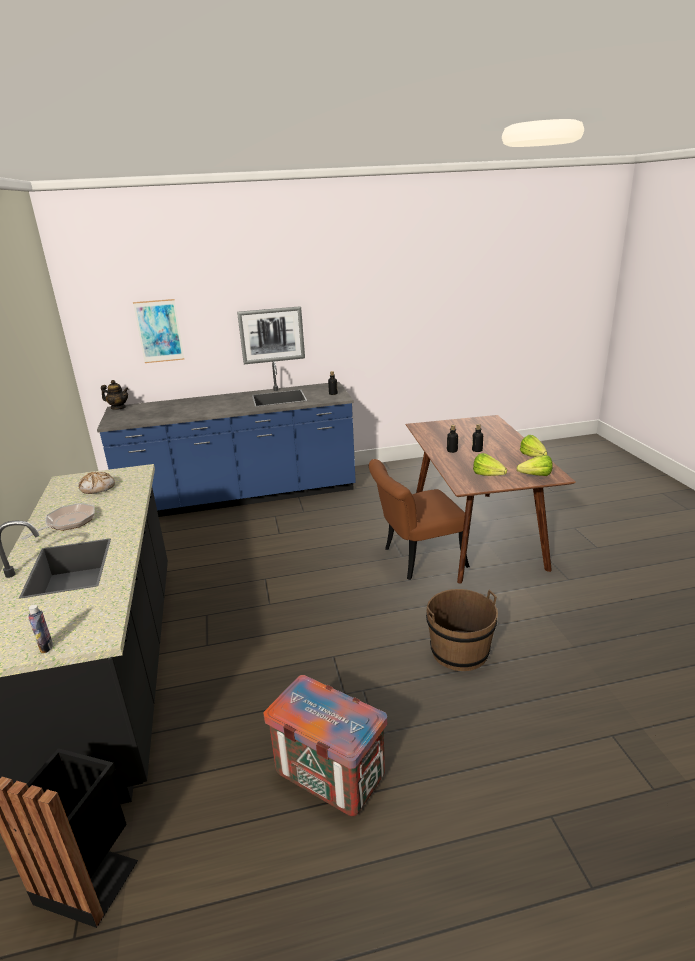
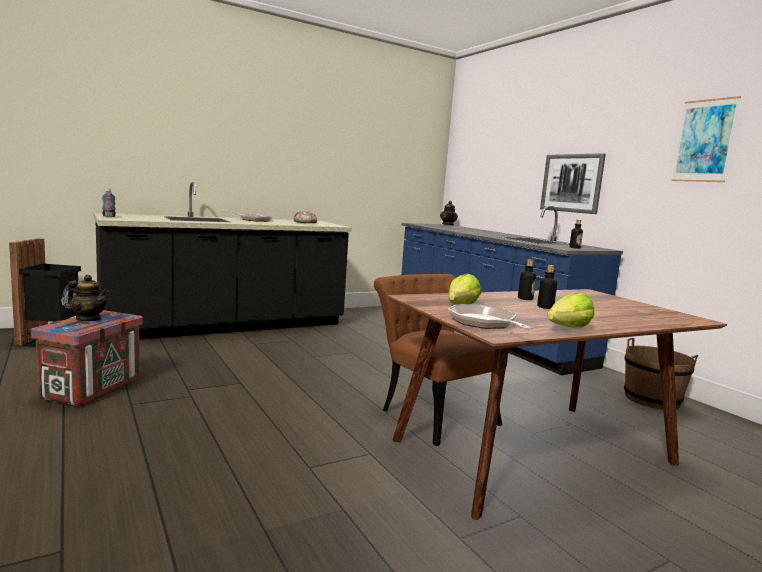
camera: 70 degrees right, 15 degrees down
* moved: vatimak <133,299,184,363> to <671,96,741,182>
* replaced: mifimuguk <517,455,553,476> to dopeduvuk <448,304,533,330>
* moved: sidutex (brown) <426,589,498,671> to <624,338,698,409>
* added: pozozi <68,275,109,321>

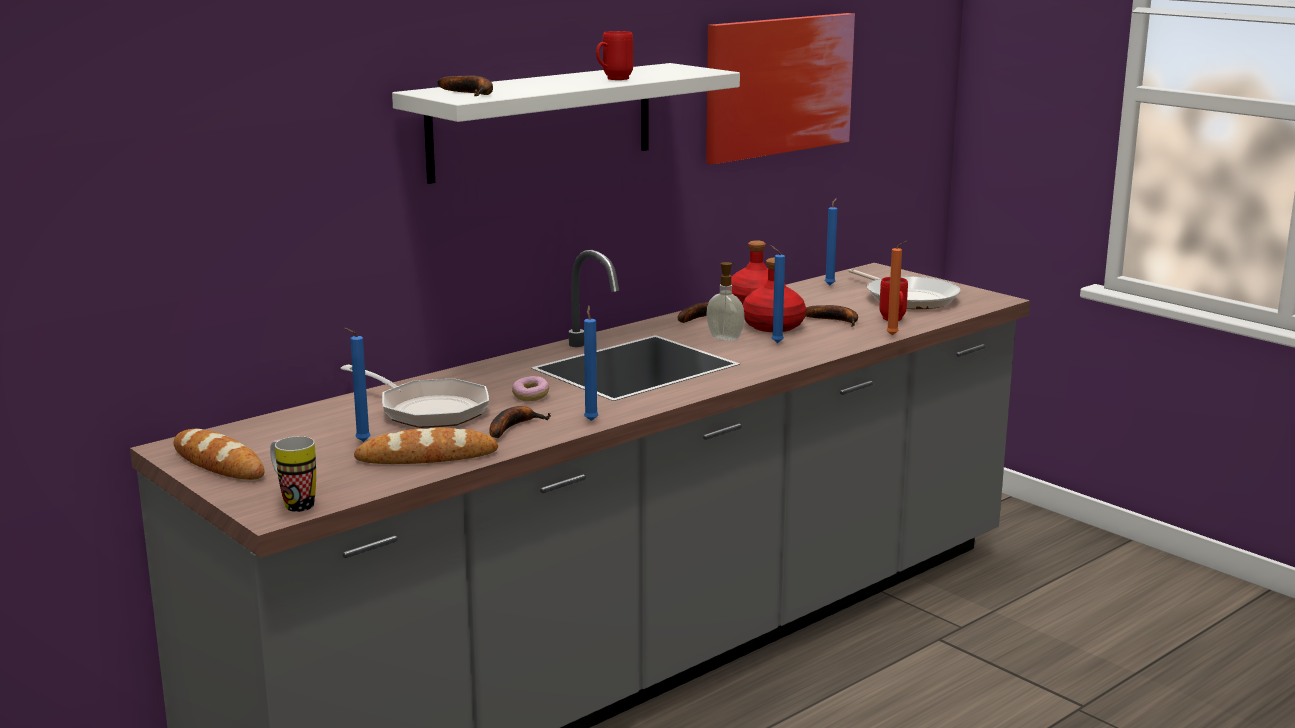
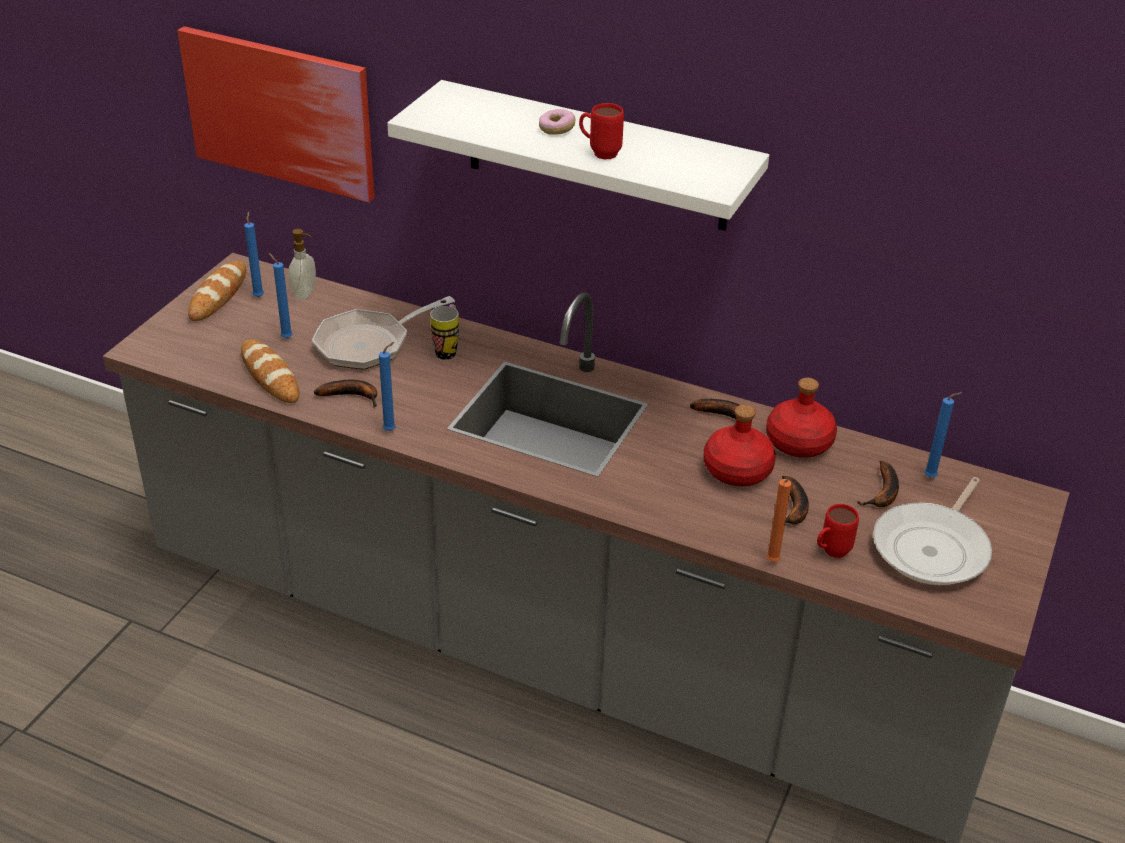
camera: 65 degrees right, 20 degrees up
* moved: vatimak <706,13,855,165> to <177,26,375,202>
* moved: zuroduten <437,75,493,97> to <857,461,899,507>
* moved: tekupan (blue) <770,245,785,343> to <244,211,264,297>
* moved: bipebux <706,262,745,341> to <288,229,316,300>
* turned: dopeduvuk <340,365,489,428> = <312,296,455,370> 45 degrees clockwise
* moved: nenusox <512,376,549,401> to <539,109,575,135>
* moved: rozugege <270,436,316,512> to <430,304,459,360>

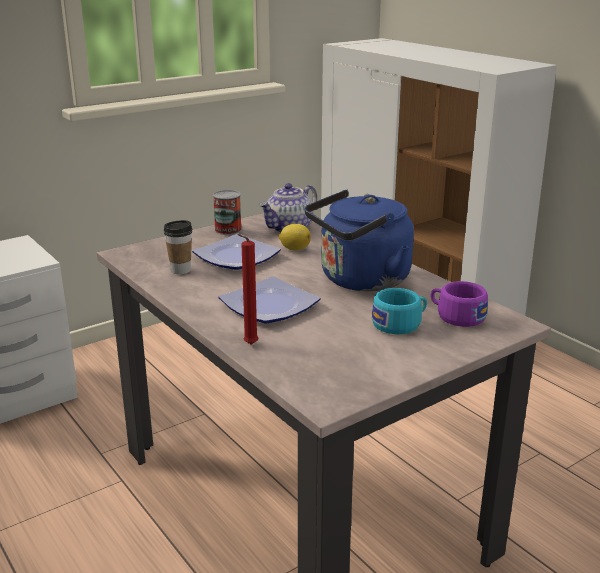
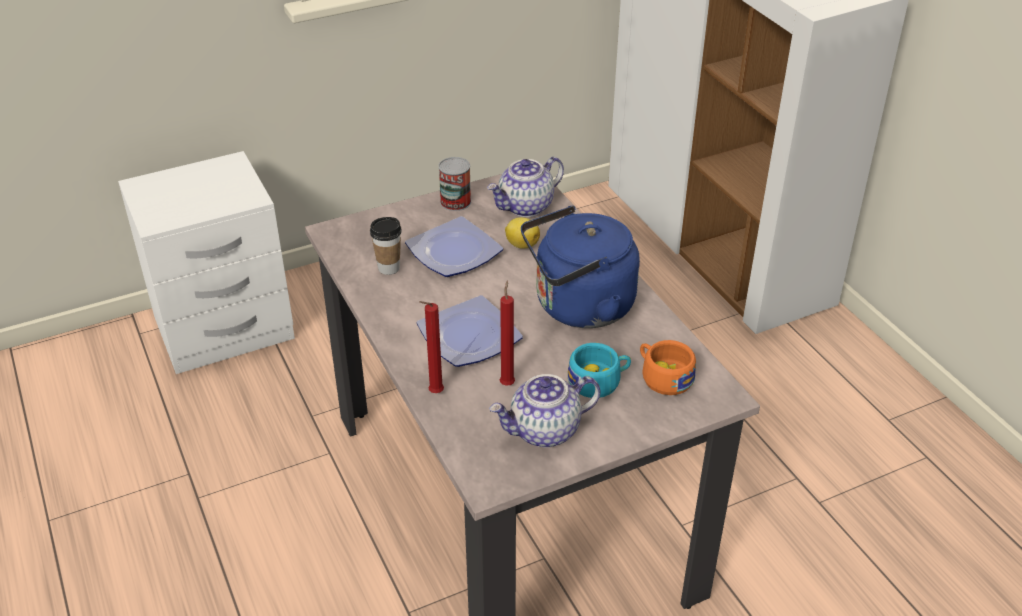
camera: 10 degrees right, 15 degrees up
* recoloured: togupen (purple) <431,281,488,327> to togupen (orange) <640,340,696,395>
* added: tekupan (red) <500,281,515,386>
* added: pozozi <489,374,601,447>

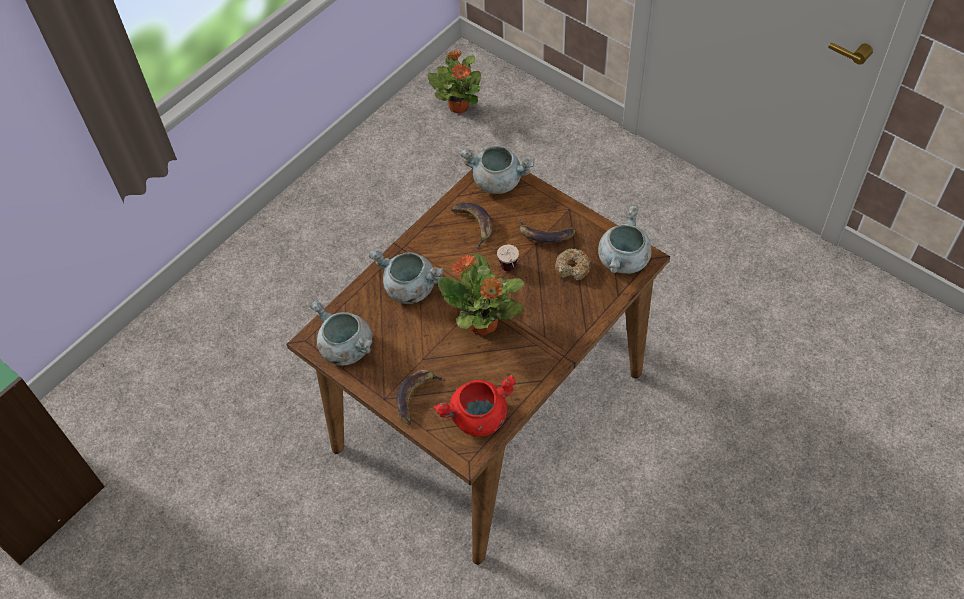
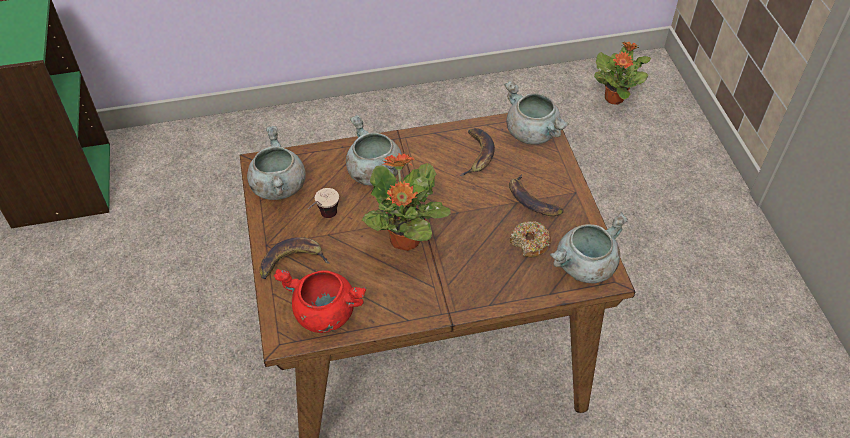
camera: 35 degrees right, 5 degrees down
* moved: togupen <497,245,519,271> to <308,188,339,218>

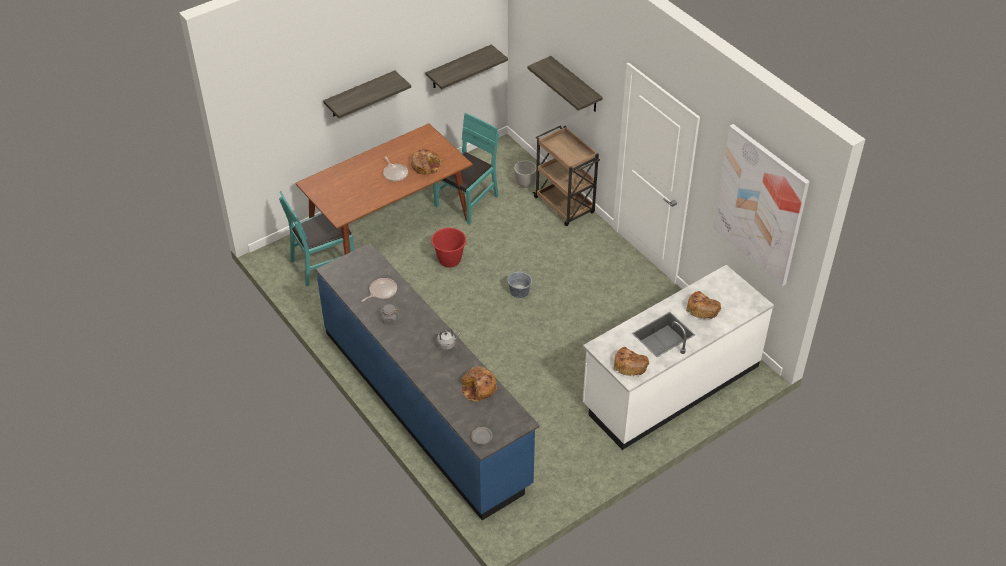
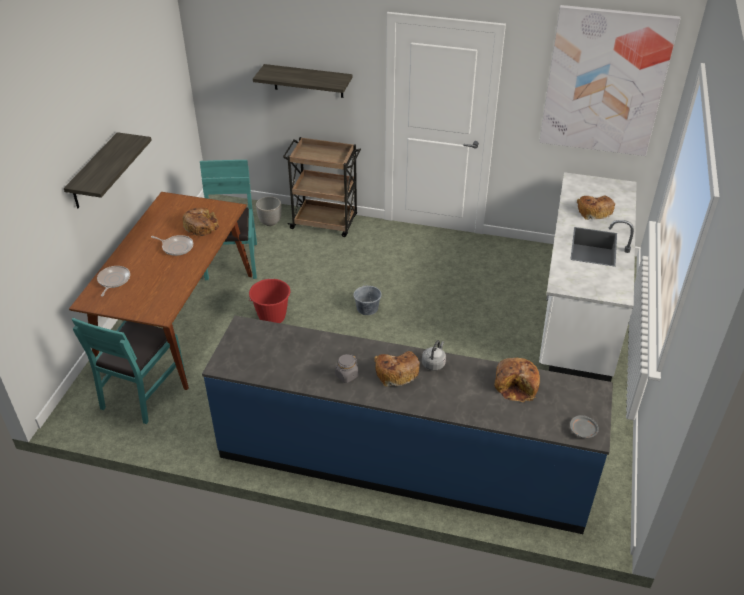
camera: 40 degrees left, 5 degrees down
* removed: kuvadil <425,44,508,89>
* moved: dopeduvuk <361,278,397,302> to <97,266,130,296>
* moved: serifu <613,347,649,376> to <374,351,420,387>

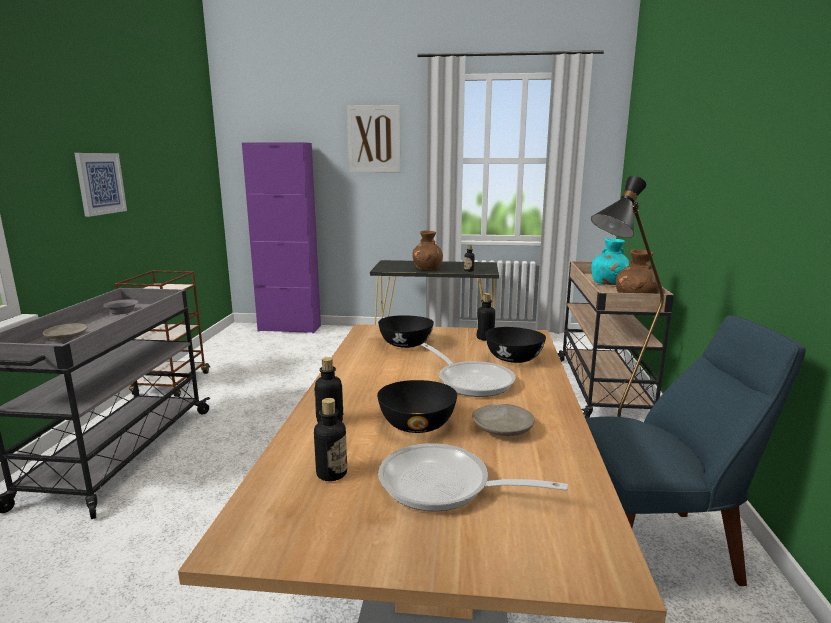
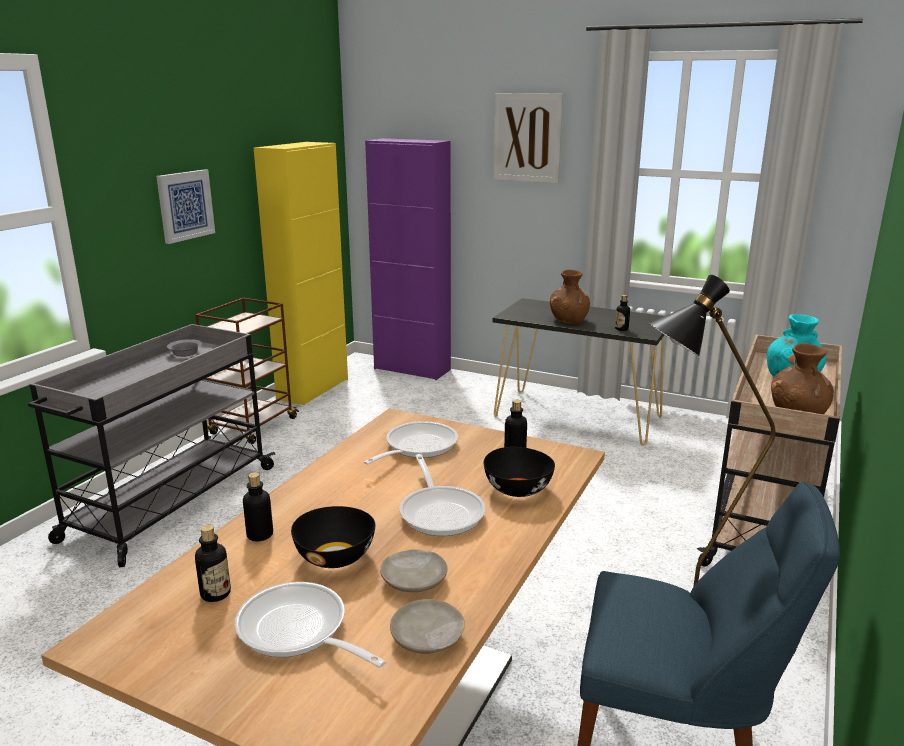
camera: 20 degrees right, 5 degrees up
* replaced: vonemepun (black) <378,315,434,348> to dopeduvuk <364,421,458,465>
* moved: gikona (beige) <43,323,88,340> to <390,599,465,654>
* added: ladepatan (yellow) <254,142,348,405>

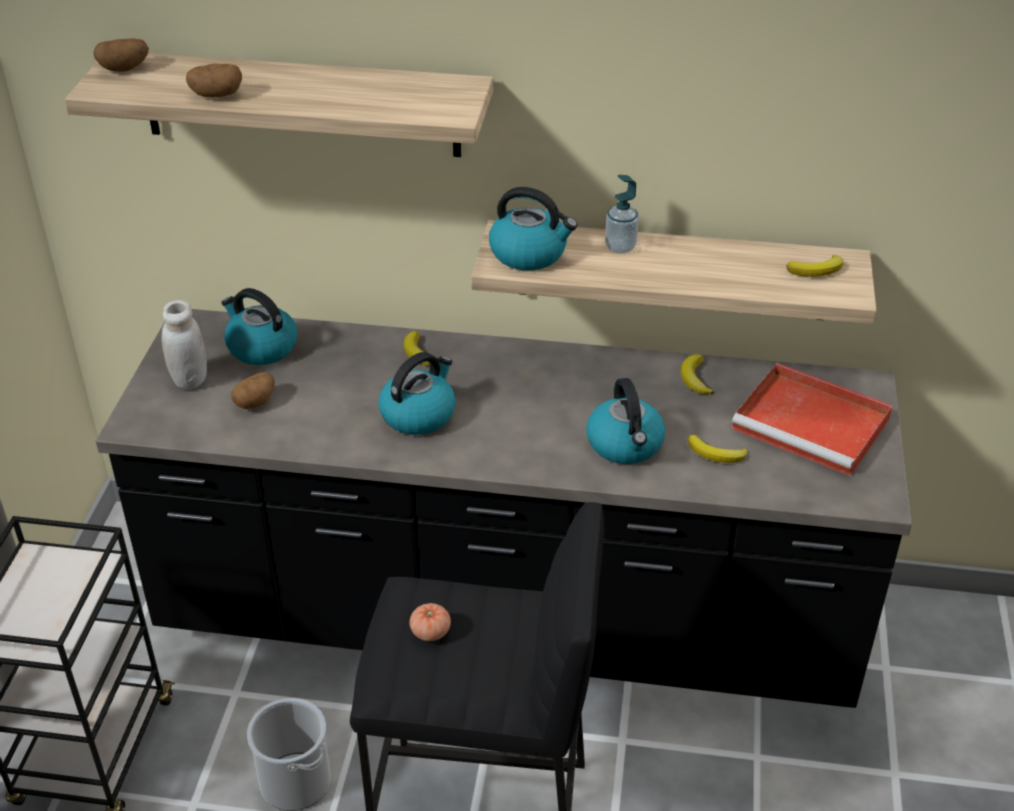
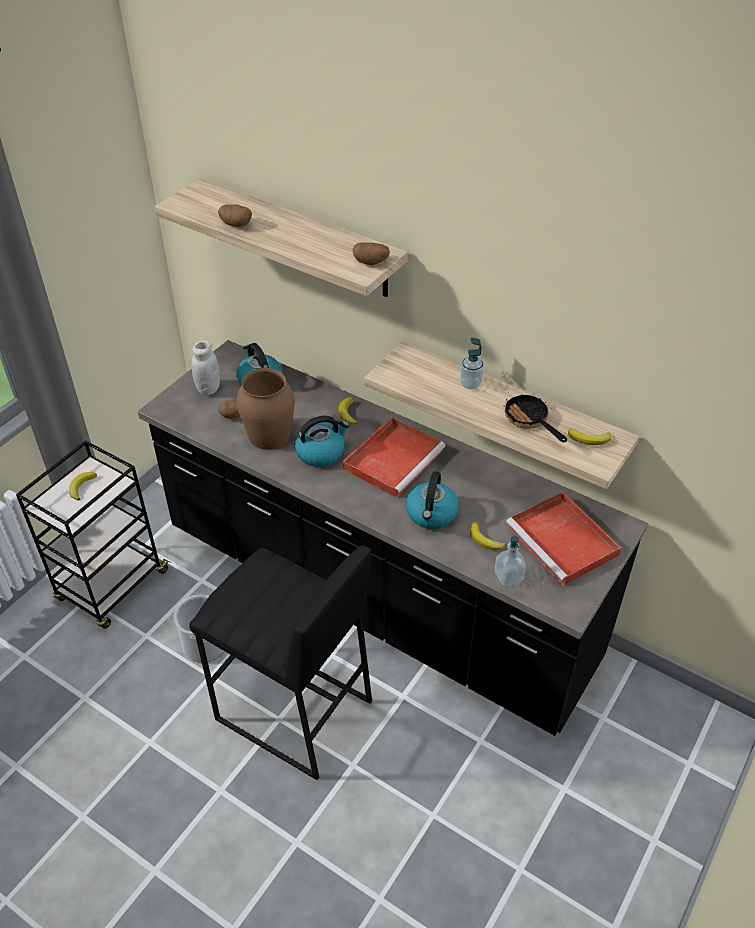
camera: 25 degrees right, 5 degrees up
* moved: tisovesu <93,38,149,72> to <353,242,390,265>
* removed: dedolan <489,187,577,271>
* moved: zuroduten <681,354,714,395> to <69,472,97,501>
* removed: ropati <409,603,451,641>
* added: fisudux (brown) <237,368,295,449>
* added: dopeduvuk <504,395,567,442>
* added: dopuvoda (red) <343,417,446,498>
* added: bipebux <495,536,526,586>

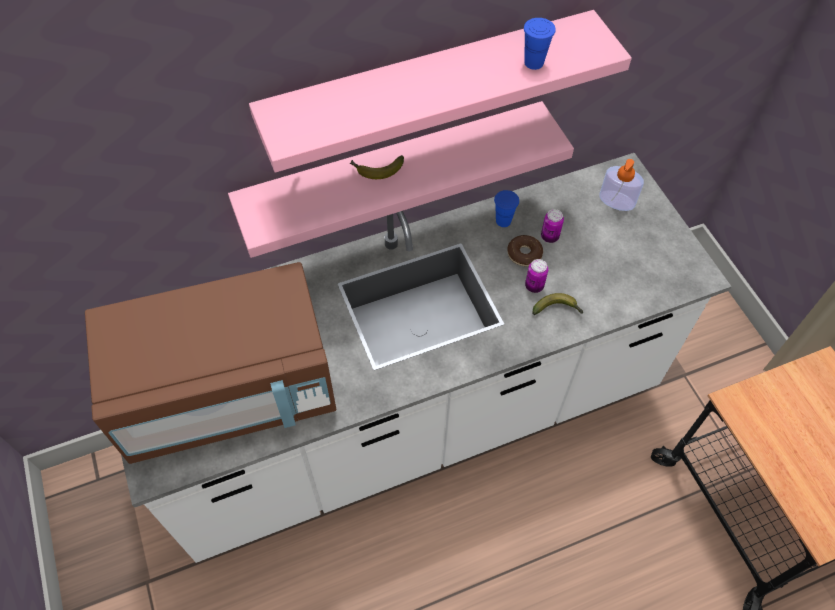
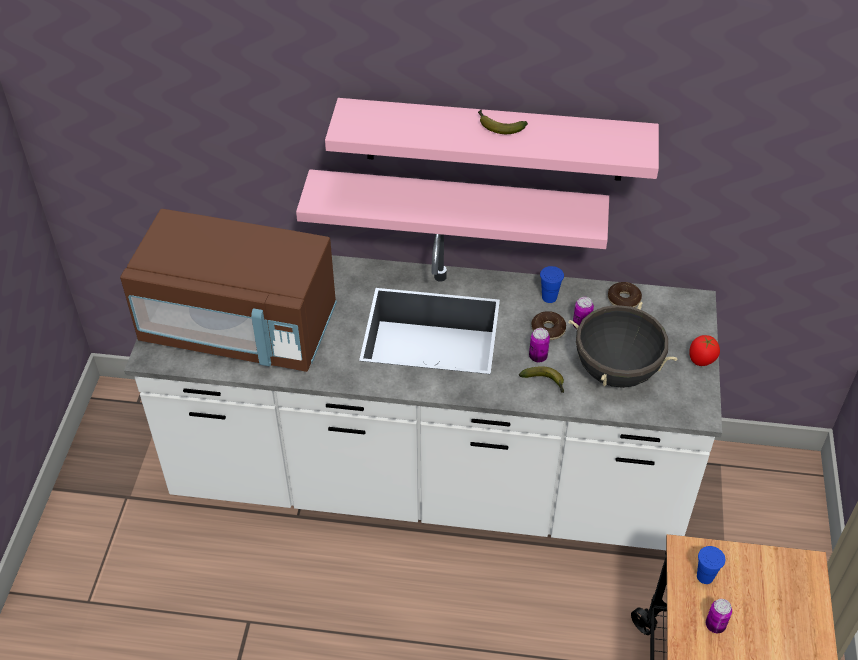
camera: 30 degrees right, 10 degrees down
* moved: togupen (blue) <524,18,556,70> to <697,546,725,584>
* moved: zuroduten <350,155,404,179> to <478,110,528,134>
* removed: bipebux <599,159,644,211>
* added: nenusox <608,282,642,308>
* added: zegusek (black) <569,302,678,388>
* added: ropati <689,335,720,366>
* added: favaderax <706,599,732,633>

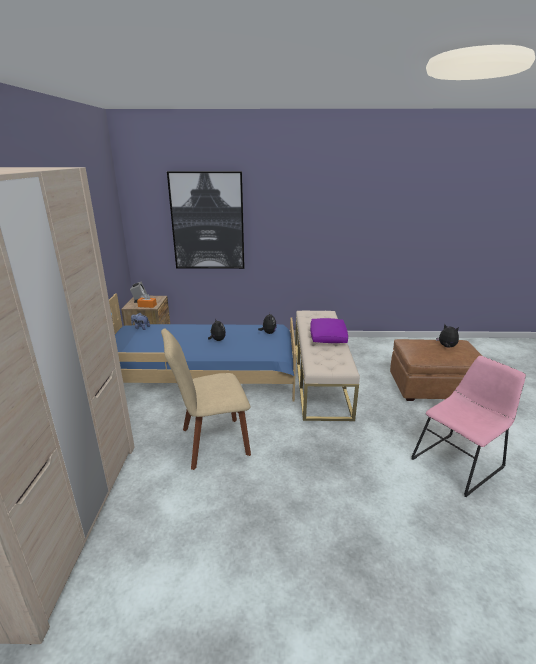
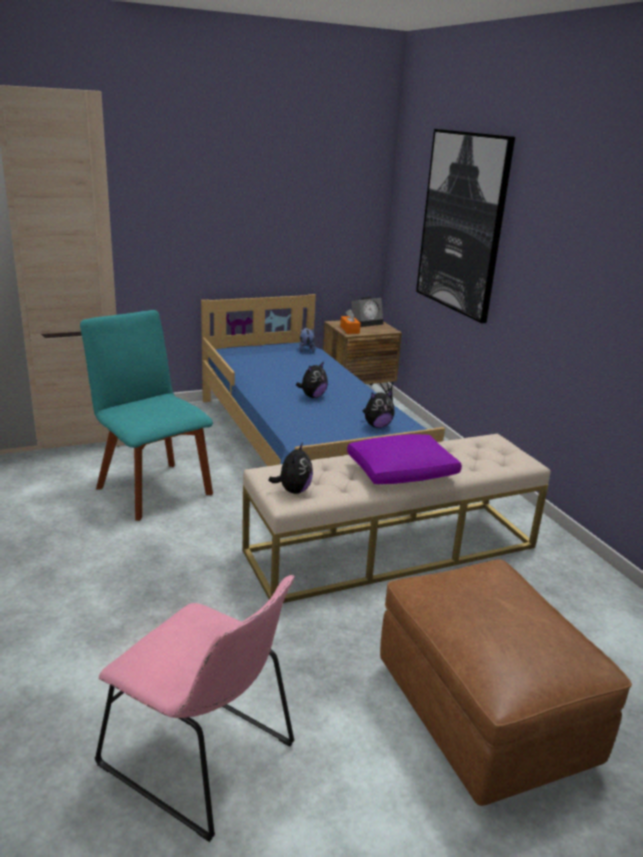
camera: 65 degrees right, 0 degrees up
* moved: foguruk <436,324,459,348> to <268,443,313,494>
* recoloured: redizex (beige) <161,328,251,470> to redizex (turquoise) <80,310,213,521>

